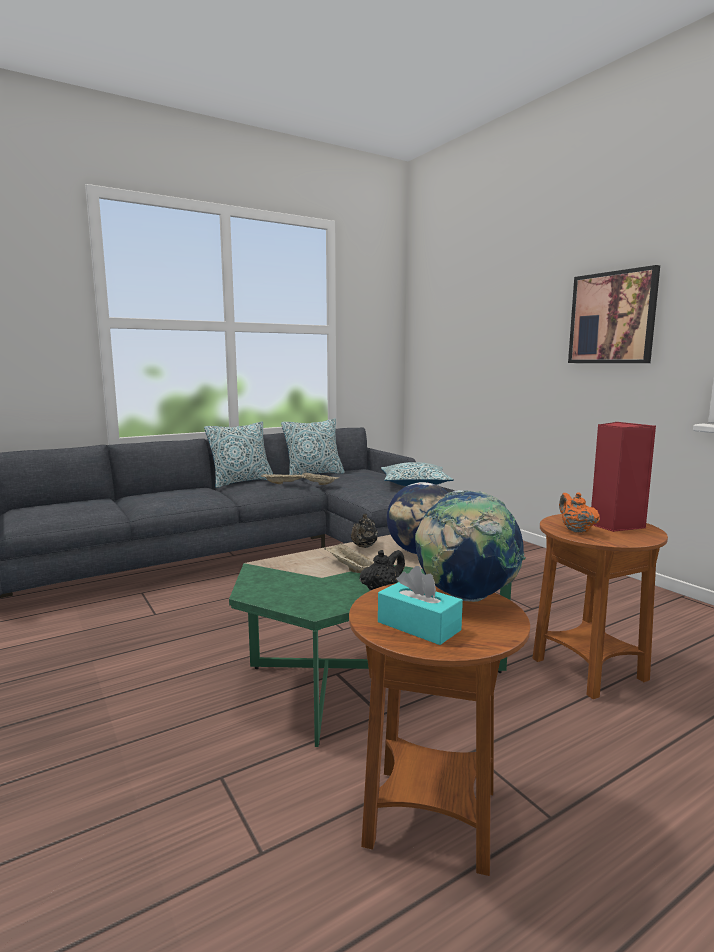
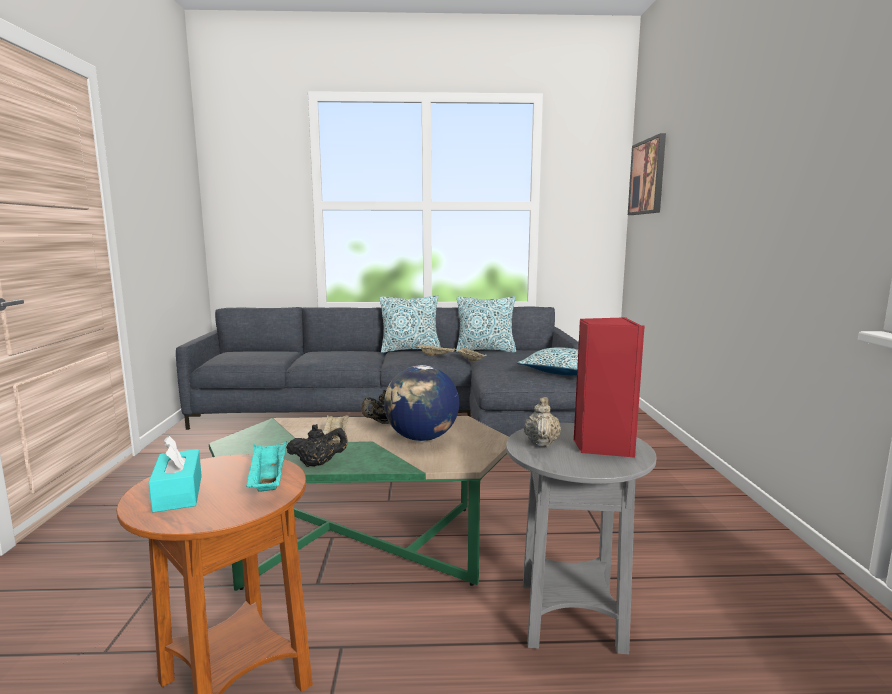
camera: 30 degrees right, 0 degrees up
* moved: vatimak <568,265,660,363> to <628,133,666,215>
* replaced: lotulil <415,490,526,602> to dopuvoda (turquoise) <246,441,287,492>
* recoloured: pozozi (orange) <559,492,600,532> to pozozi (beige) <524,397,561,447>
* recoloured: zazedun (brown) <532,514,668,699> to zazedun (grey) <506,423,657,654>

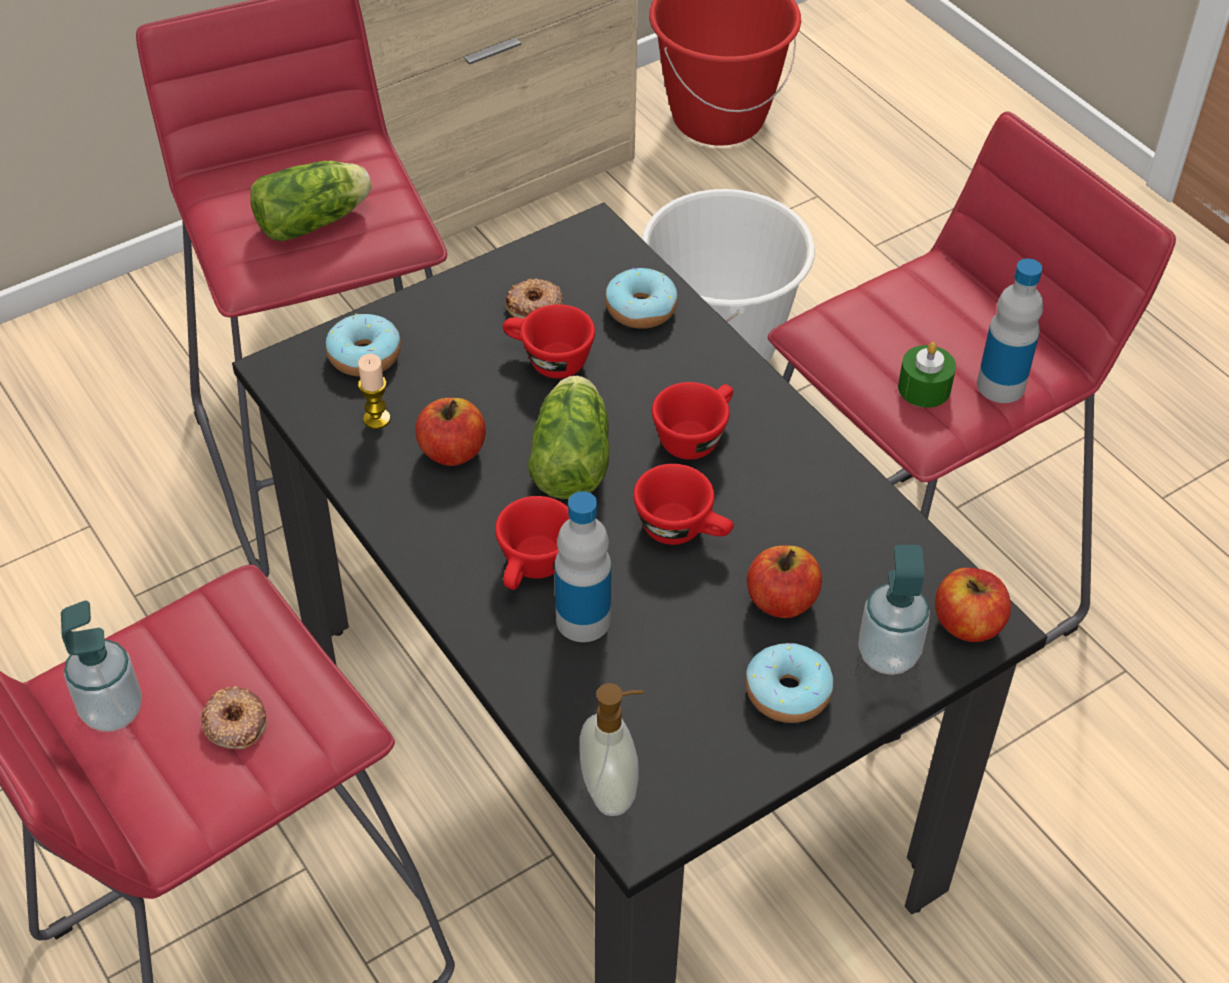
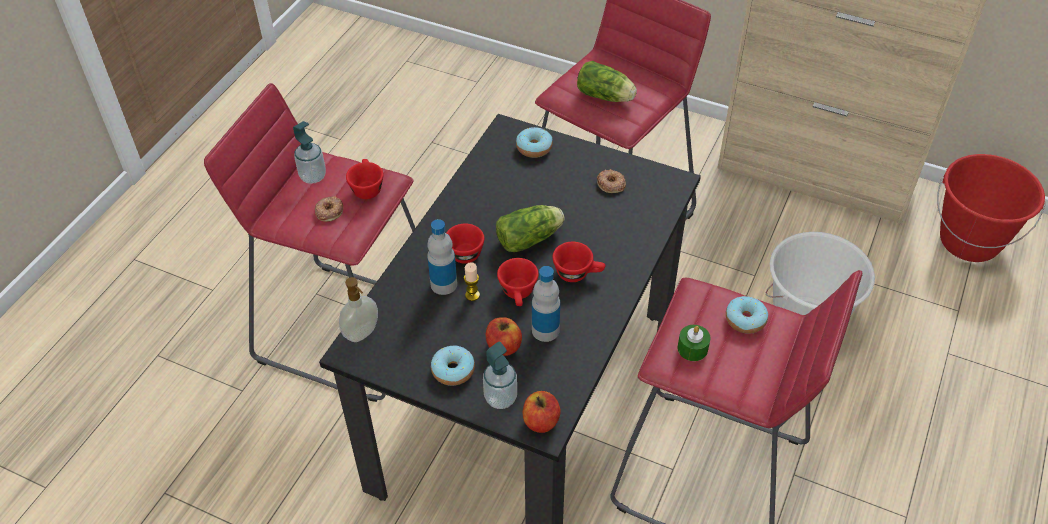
camera: 60 degrees right, 0 degrees up
* moved: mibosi <977,258,1043,403> to <532,266,560,342>
* moved: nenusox <605,267,678,329> to <726,296,768,334>
* moved: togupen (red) <503,304,595,378> to <346,159,384,199>
* moved: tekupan <358,354,391,429> to <464,262,480,301>
* removed: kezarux <416,398,486,466>

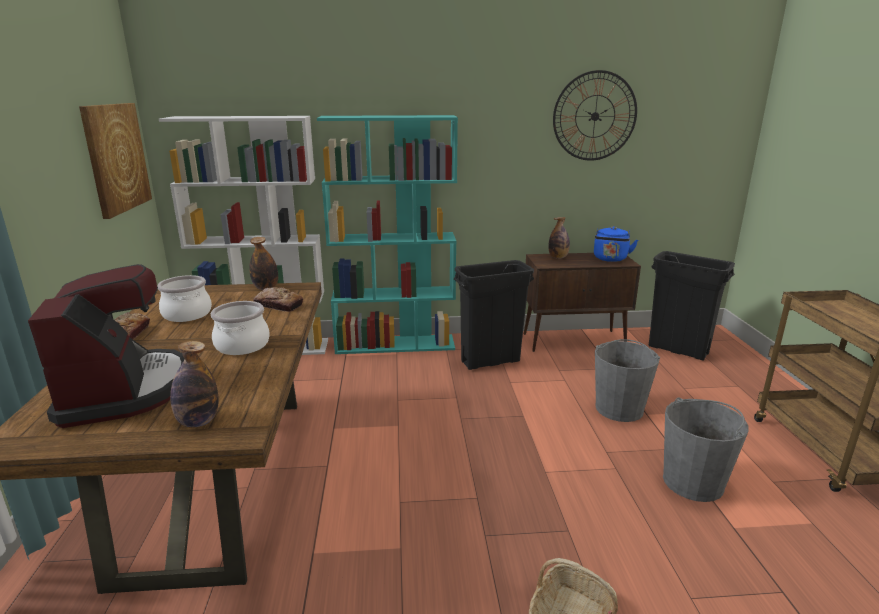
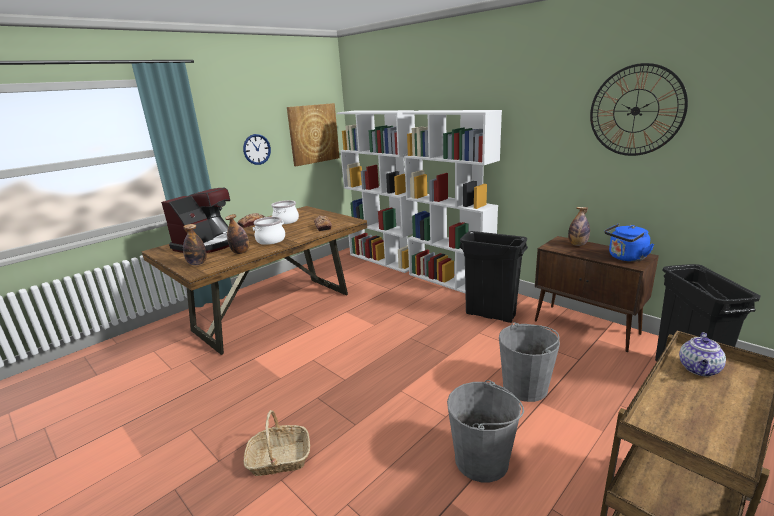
camera: 50 degrees right, 0 degrees up
* recoloured: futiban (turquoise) <317,115,458,354> to futiban (white) <402,110,502,293>
* moved: mibosi <249,237,278,290> to <225,214,249,254>
* added: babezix <243,134,271,165>
* added: pozozi <679,332,726,376>

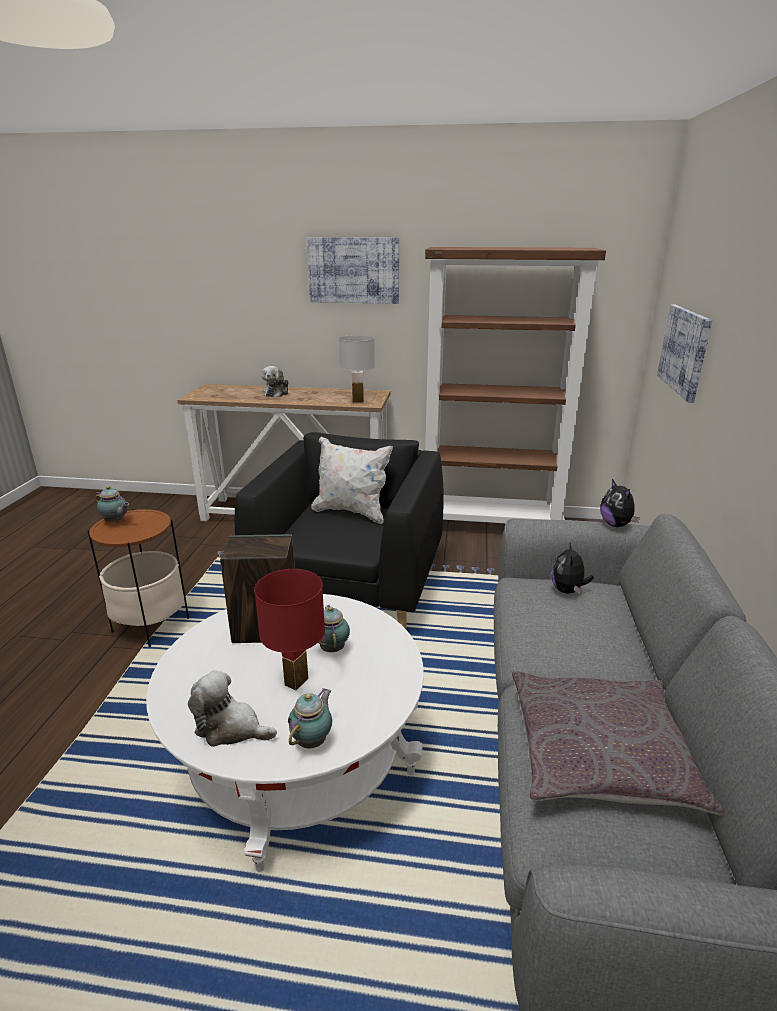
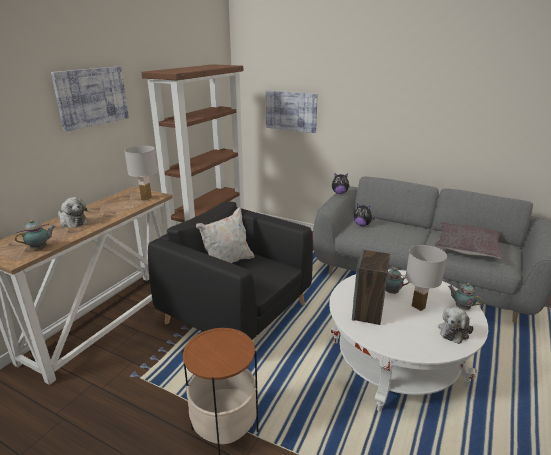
camera: 70 degrees left, 0 degrees up
* moved: pozozi <96,486,129,522> to <15,220,56,250>
* recoloured: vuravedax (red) <254,569,325,690> to vuravedax (white) <405,245,447,311>

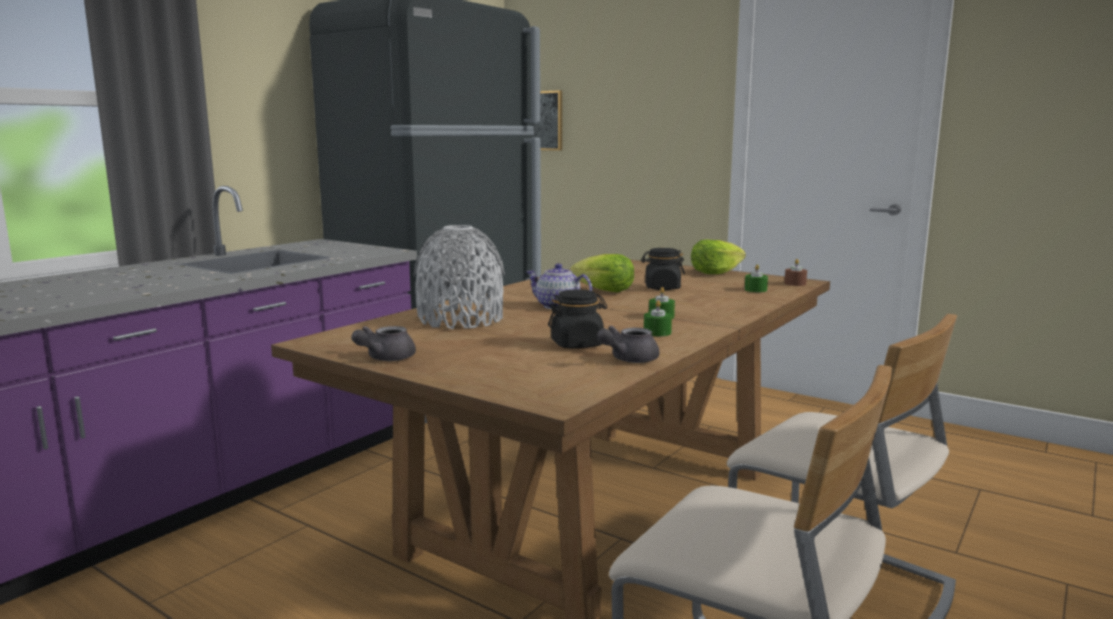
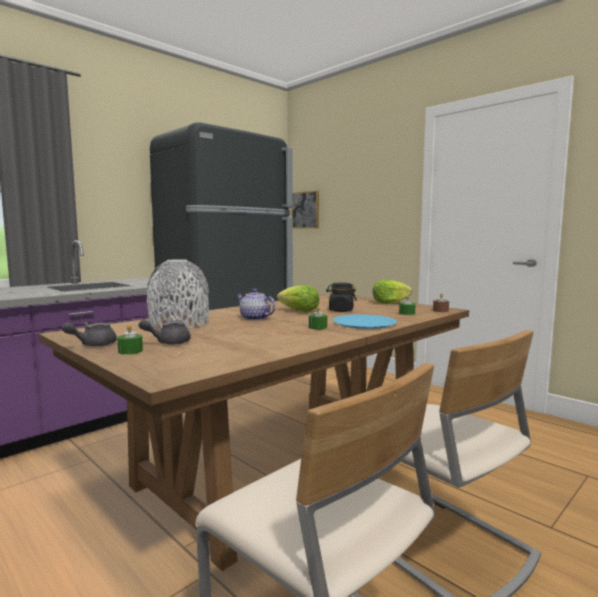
camera: 10 degrees right, 5 degrees down
* removed: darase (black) <548,289,607,349>
* moved: tekupan (green) <644,300,672,336> to <117,324,143,355>
* moved: pozozi (grey) <597,325,659,363> to <138,319,191,345>
* added: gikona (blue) <333,315,397,329>

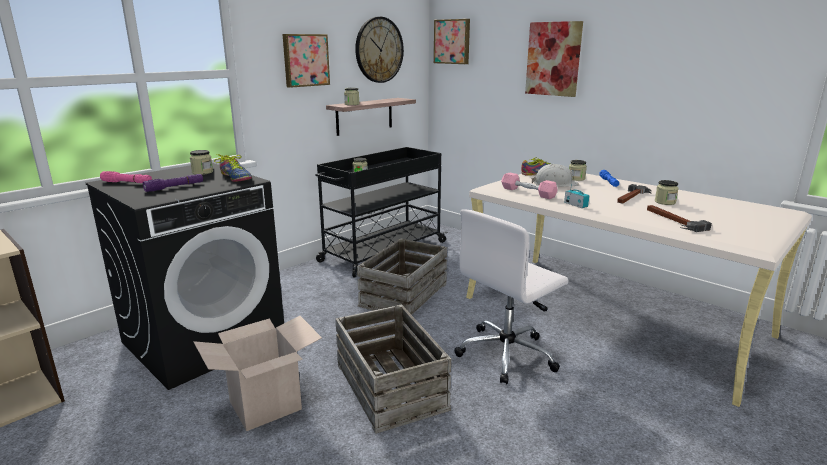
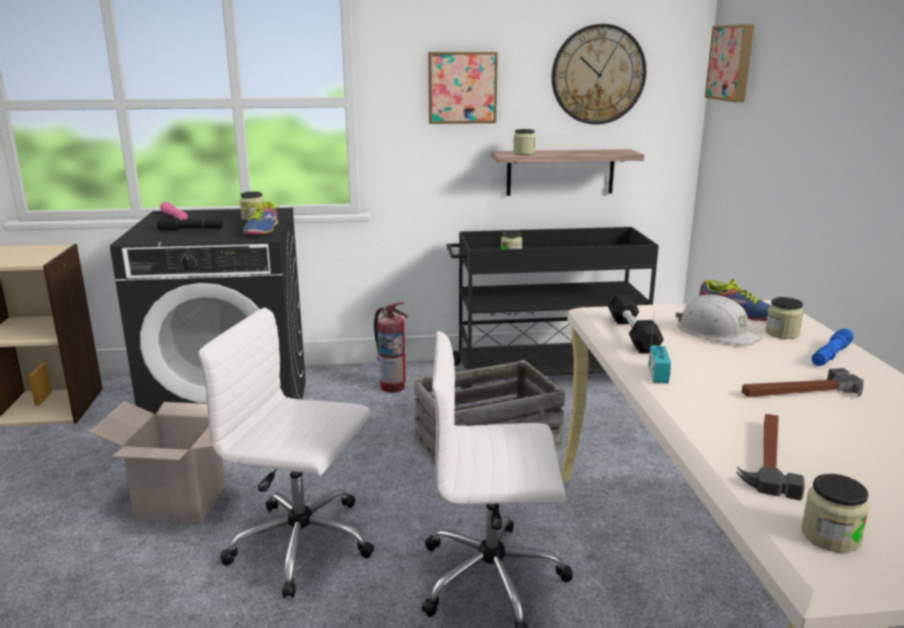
camera: 40 degrees right, 0 degrees up
* removed: vatimak <525,21,583,97>
* recoloured: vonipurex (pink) <501,173,558,199> to vonipurex (black) <608,294,664,354>
* recoloured: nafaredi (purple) <143,174,203,192> to nafaredi (black) <157,218,223,230>
* moved: darase <655,180,679,205> to <801,474,870,553>
* replaced: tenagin <335,304,451,434> to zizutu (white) <199,307,374,598>
* added: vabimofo <374,302,408,393>

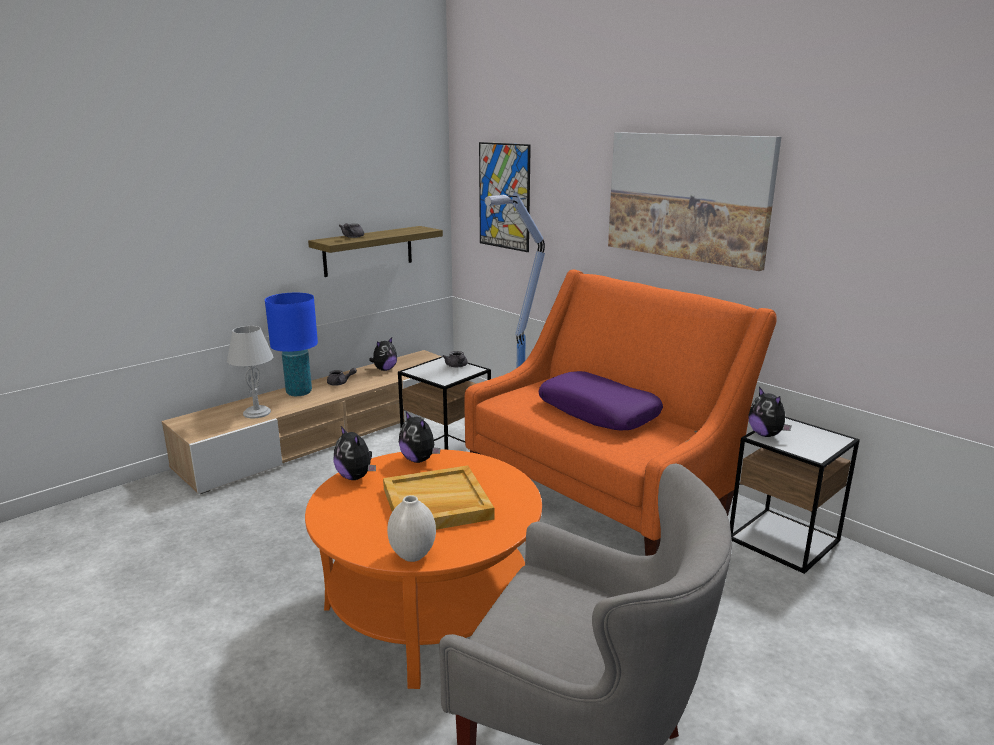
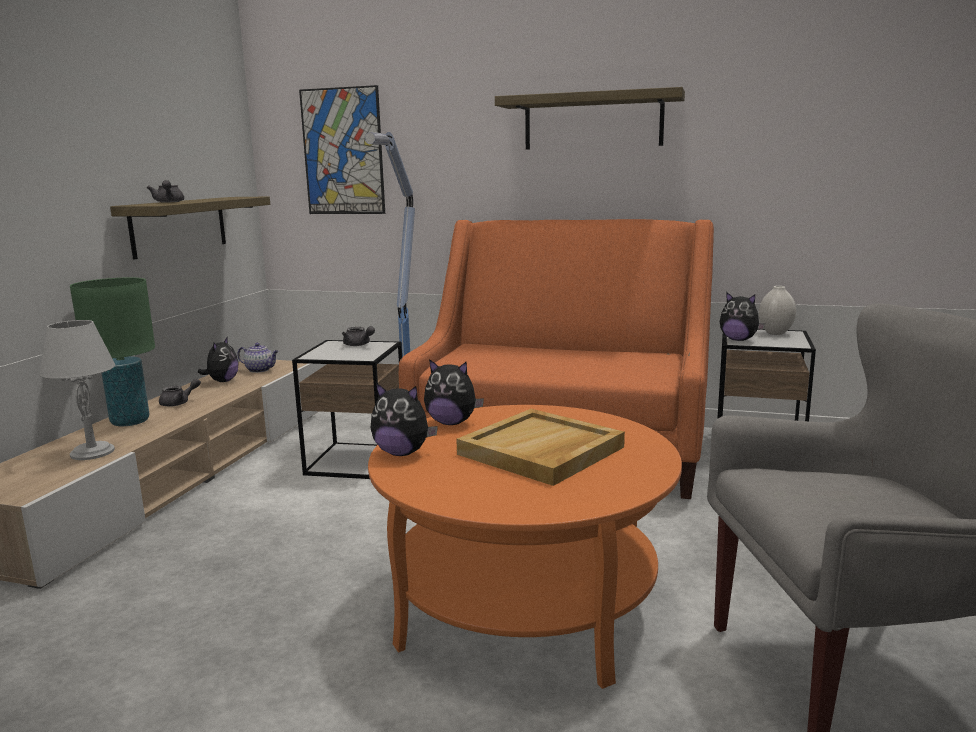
camera: 30 degrees left, 5 degrees down
* replaced: vatimak <608,132,781,271> to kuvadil <495,87,685,149>
* recoloured: vuravedax (blue) <265,293,318,396> to vuravedax (green) <70,277,155,426>
* removed: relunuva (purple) <539,371,663,430>
* moved: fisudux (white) <387,495,436,562> to <759,286,796,335>
* added: pozozi <237,343,279,373>

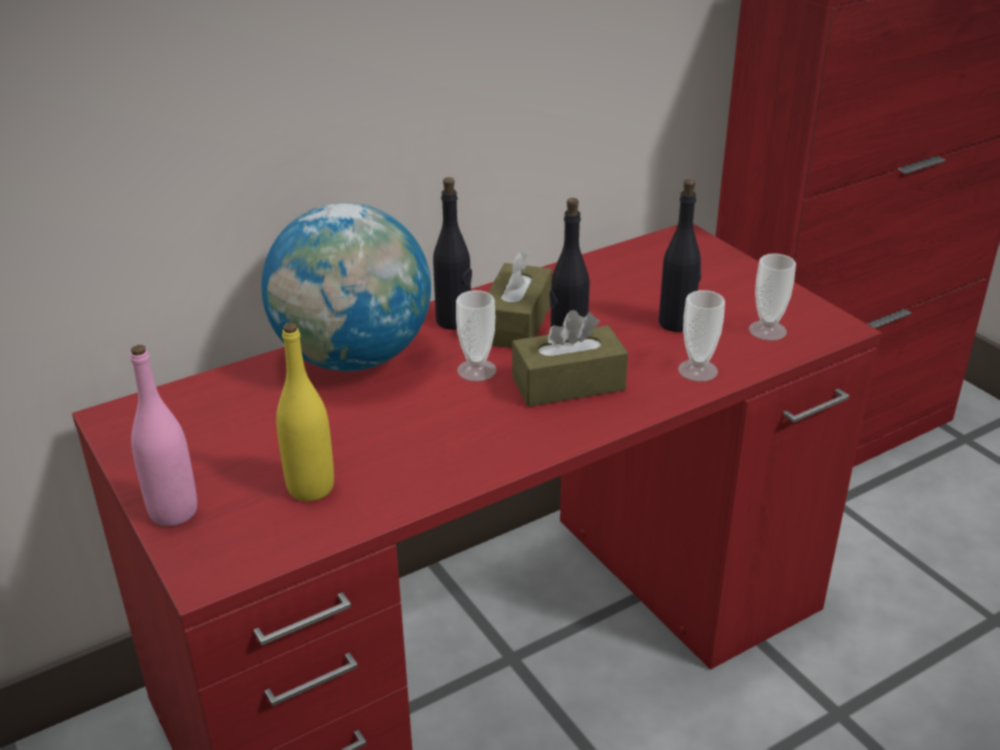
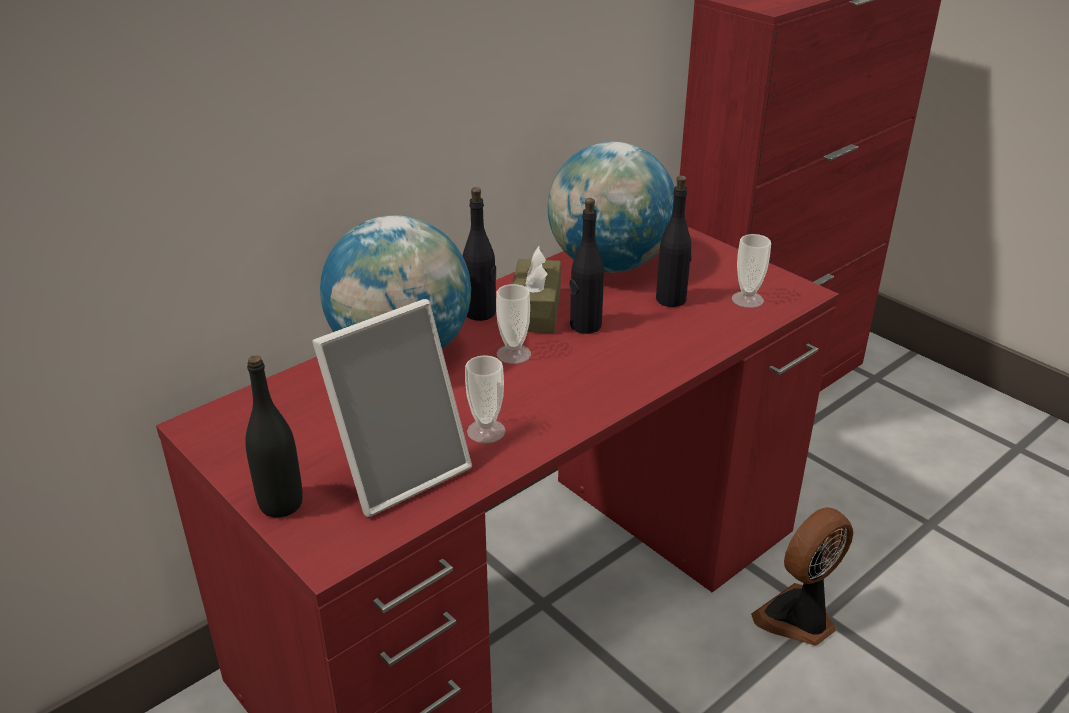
camera: 10 degrees left, 0 degrees up
* moved: togupen <678,290,725,382> to <465,355,506,443>
* removed: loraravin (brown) <512,310,628,407>
* replaced: mibosi (yellow) <276,323,334,501> to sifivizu <312,299,472,517>
* recoloured: mibosi (pink) <130,345,197,526> to mibosi (black) <245,355,303,518>
* added: lotulil <547,142,674,273>
* added: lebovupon <751,507,853,646>

